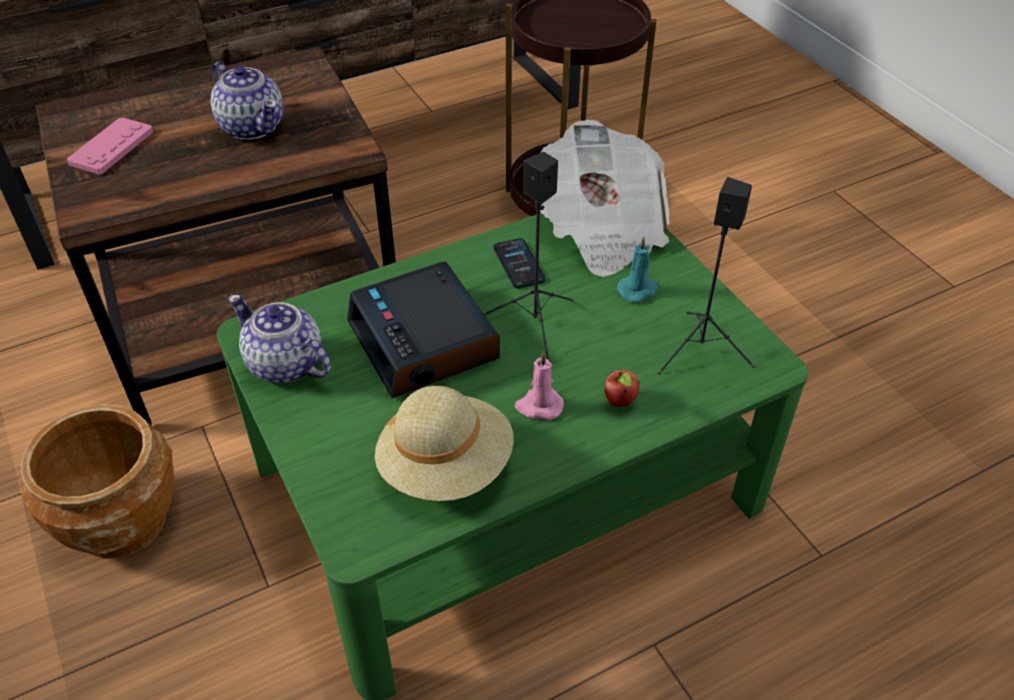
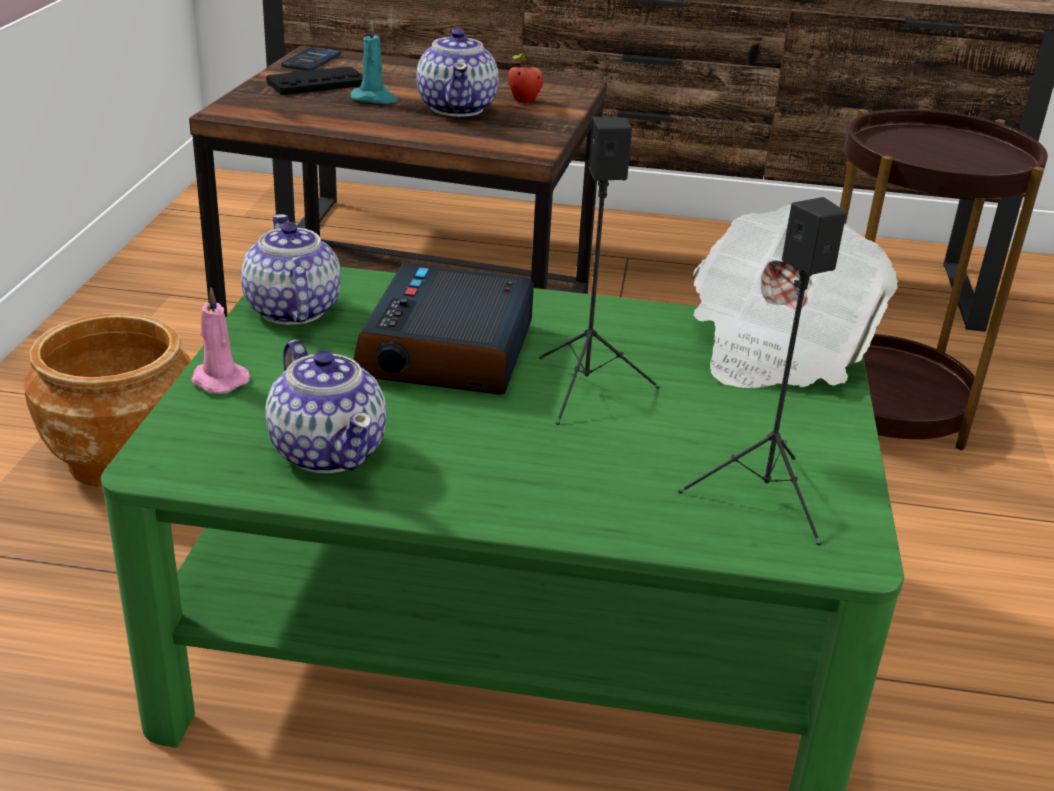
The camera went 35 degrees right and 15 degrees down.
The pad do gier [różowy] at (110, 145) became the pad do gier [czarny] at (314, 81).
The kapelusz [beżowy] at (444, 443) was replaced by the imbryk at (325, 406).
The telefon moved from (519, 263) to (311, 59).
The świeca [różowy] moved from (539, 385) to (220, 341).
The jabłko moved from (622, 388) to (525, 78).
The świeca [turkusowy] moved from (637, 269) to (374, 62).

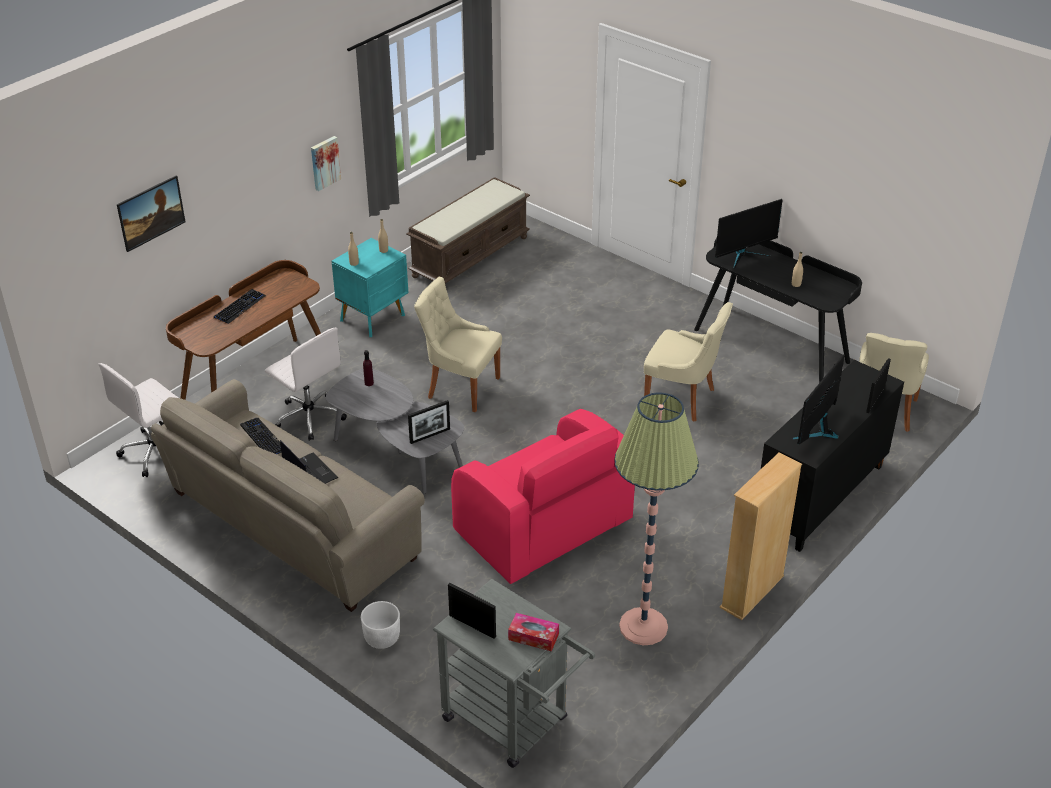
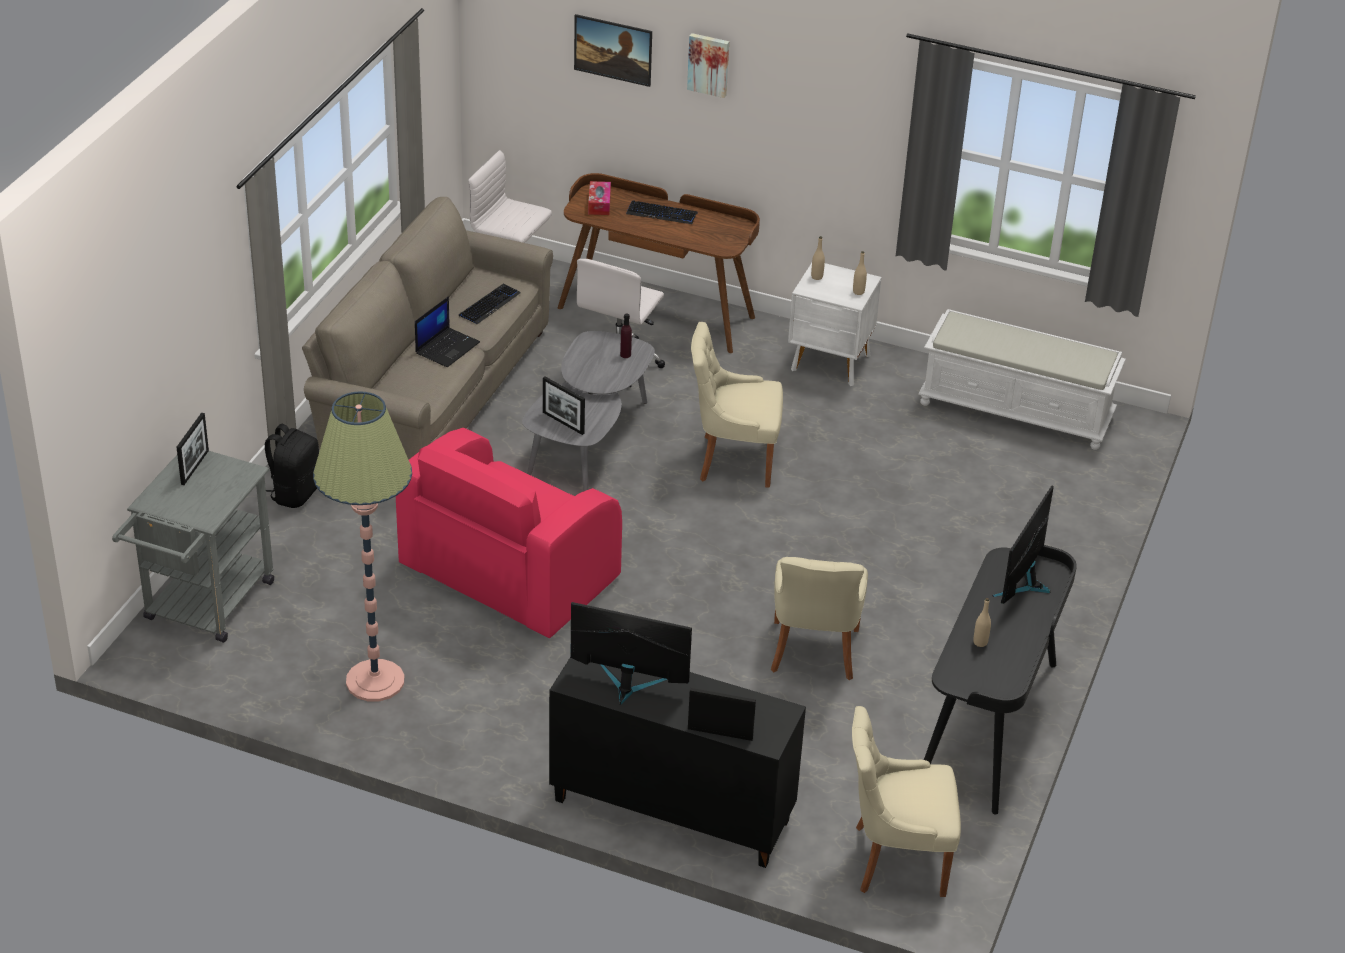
The camera went 70 degrees right and 0 degrees up.
The obraz moved from (326, 163) to (708, 65).
The szafka nocna [turkusowy] at (370, 287) became the szafka nocna [biały] at (835, 324).
The donica [biały] at (380, 625) was replaced by the plecak [czarny] at (292, 466).
The ławka [brązowy] at (468, 231) became the ławka [biały] at (1022, 379).
The krzesło [beżowy] at (458, 344) turned 90 degrees counterclockwise.
The pudełko chusteczek moved from (533, 632) to (599, 198).
The monitor at (749, 234) turned 75 degrees clockwise.
The regał [beżowy] at (761, 536) disappeared.

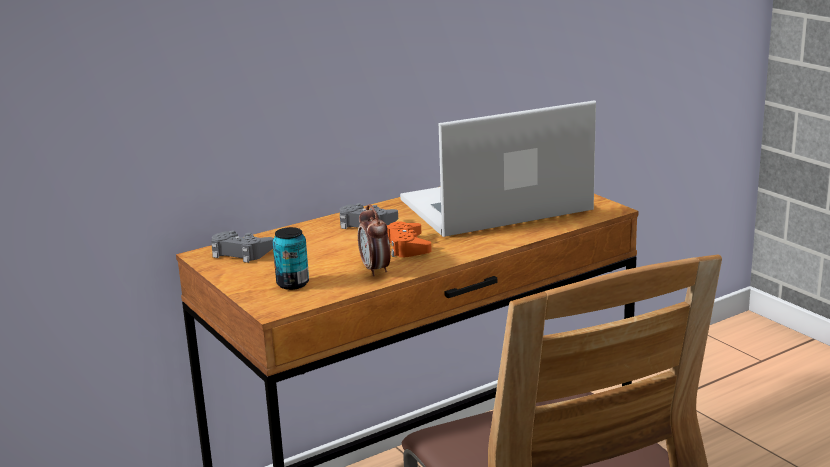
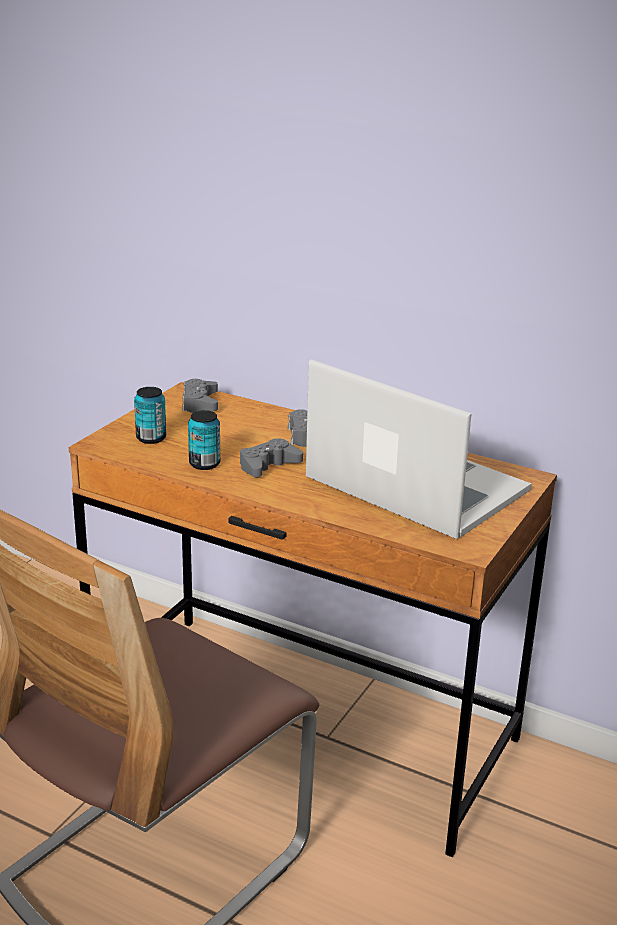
The camera went 60 degrees right and 5 degrees up.
The budzik at (374, 240) was replaced by the puszka at (204, 440).
The pad do gier [pomarańczowy] at (409, 239) became the pad do gier [szary] at (271, 457).

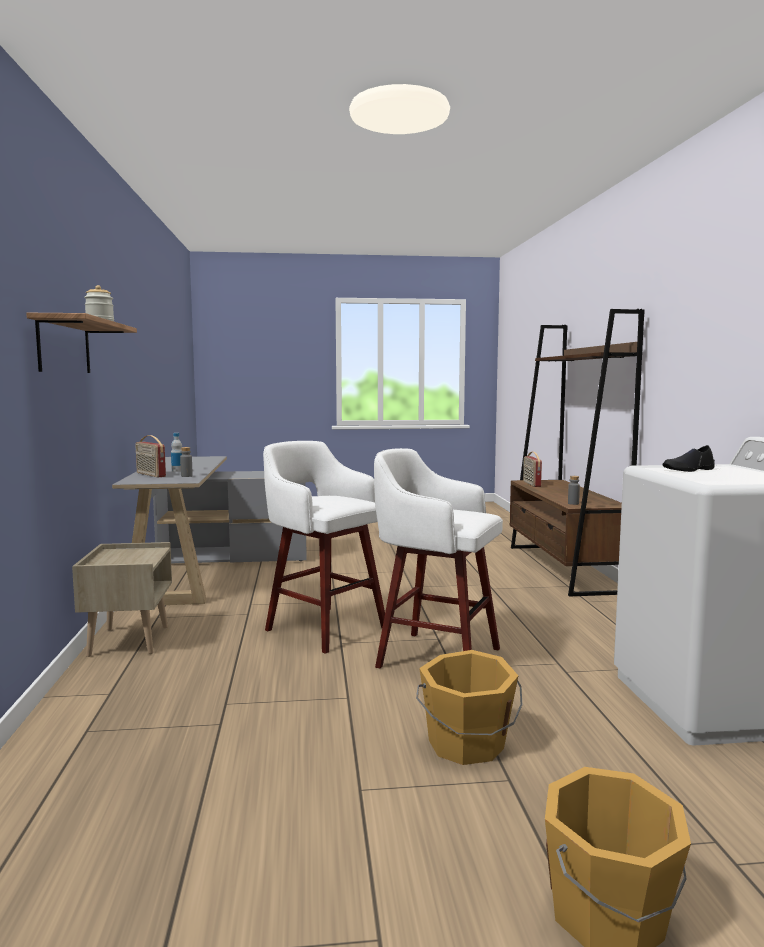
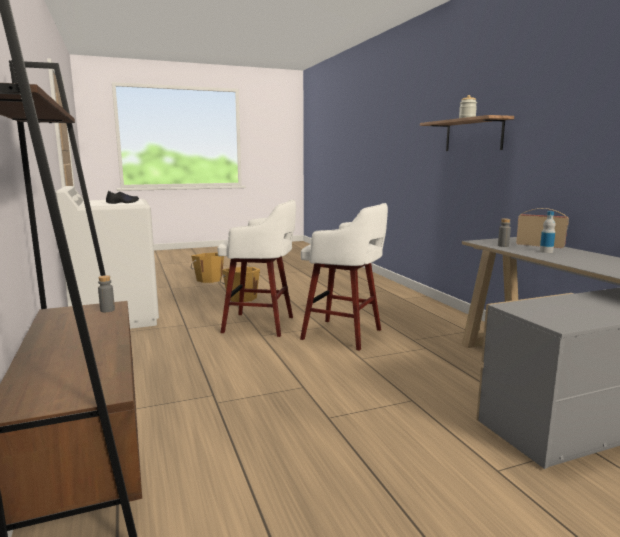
The camera went 165 degrees right and 5 degrees up.
The szafka nocna [beżowy] at (122, 599) disappeared.
The radio at (532, 469) disappeared.

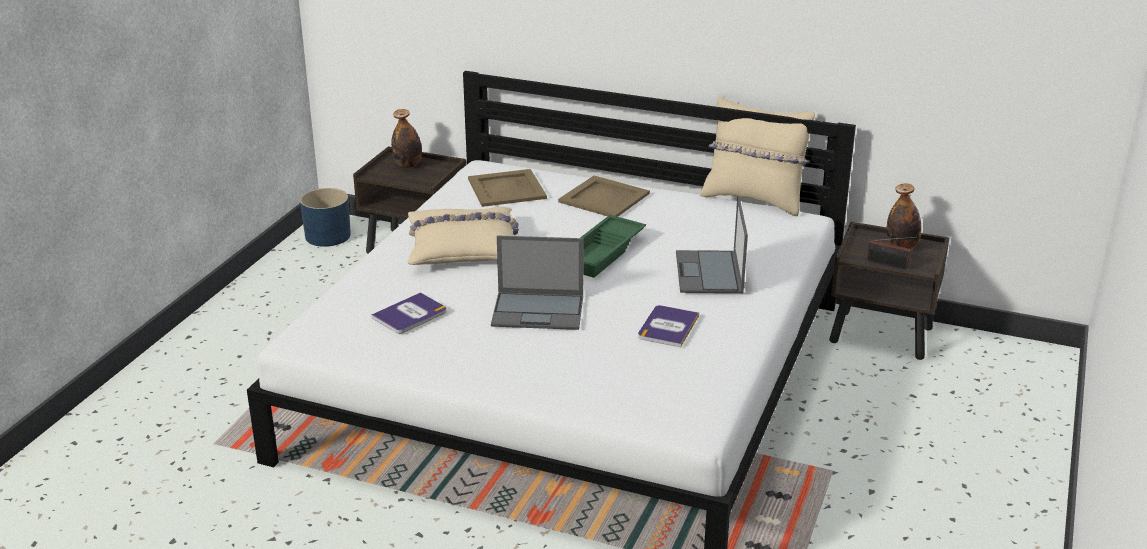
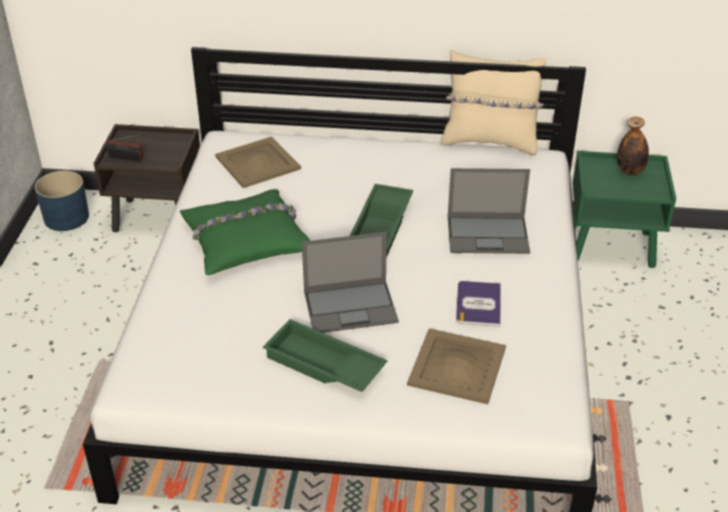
The camera went 15 degrees left and 10 degrees up.
The książka at (409, 313) disappeared.
The butelka at (406, 138) disappeared.
The poduszka [beżowy] at (463, 236) became the poduszka [zielony] at (245, 232).
The taca [beżowy] moved from (604, 196) to (456, 366).
The laptop at (712, 245) turned 75 degrees counterclockwise.
The szafka nocna [brązowy] at (889, 291) became the szafka nocna [zielony] at (624, 209).
The radio moved from (892, 253) to (124, 148).
The taca [zielony] at (325, 355) appeared.

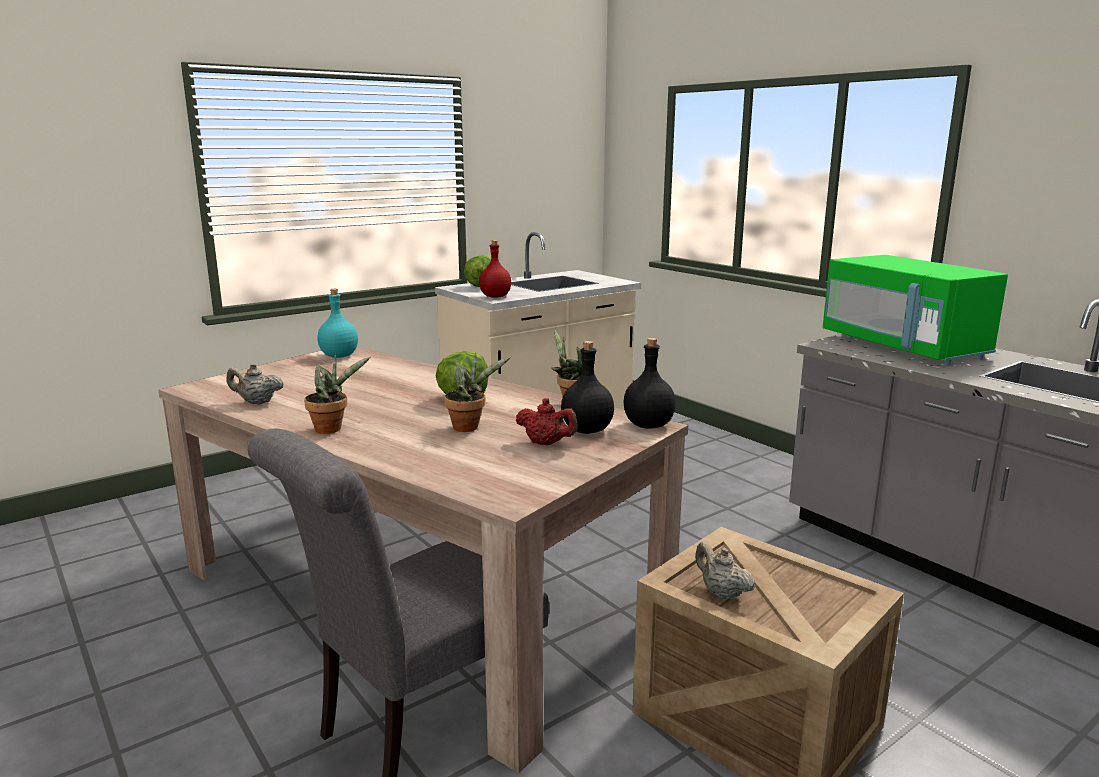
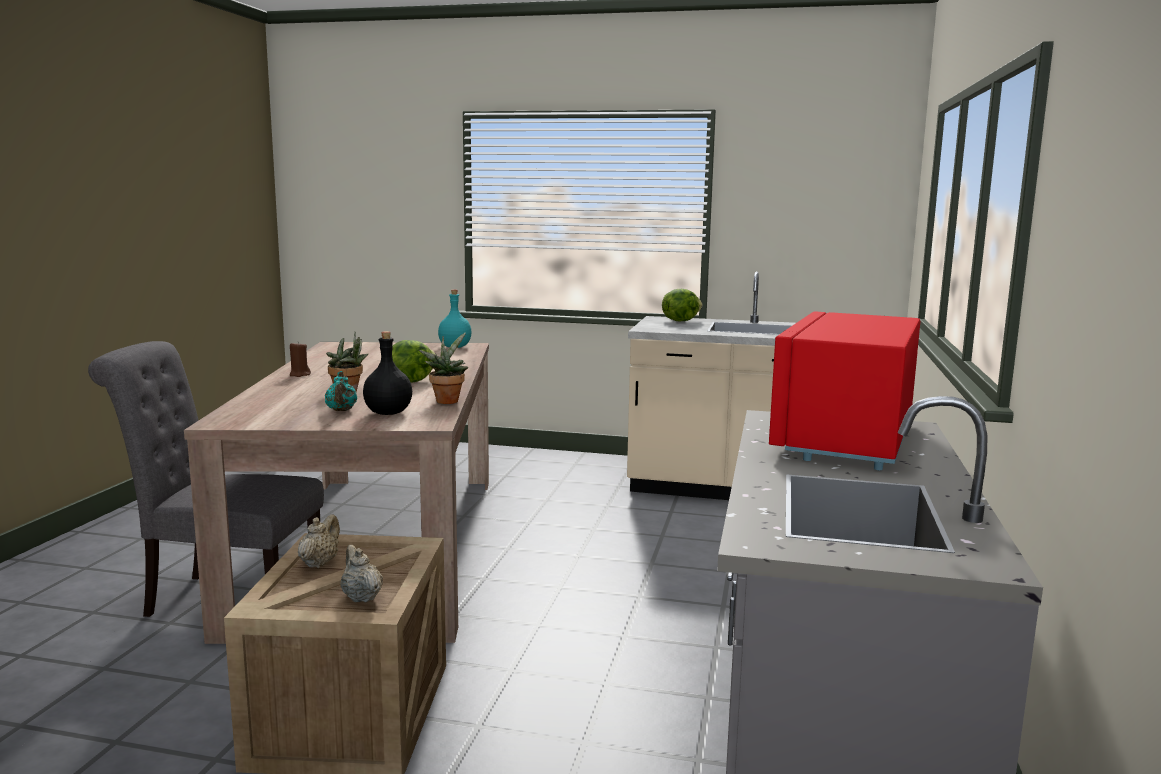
The camera went 50 degrees right and 5 degrees down.
The imbryk [beżowy] moved from (255, 384) to (361, 573).
The roślina doniczkowa at (337, 394) was replaced by the świeca [brązowy] at (300, 359).
The butelka [czerwony] at (495, 269) disappeared.
The imbryk [czerwony] at (546, 421) became the imbryk [turkusowy] at (341, 391).
The butelka [czarny] at (650, 383) disappeared.
The mikrofalówka [zielony] at (915, 310) became the mikrofalówka [czerwony] at (844, 390).

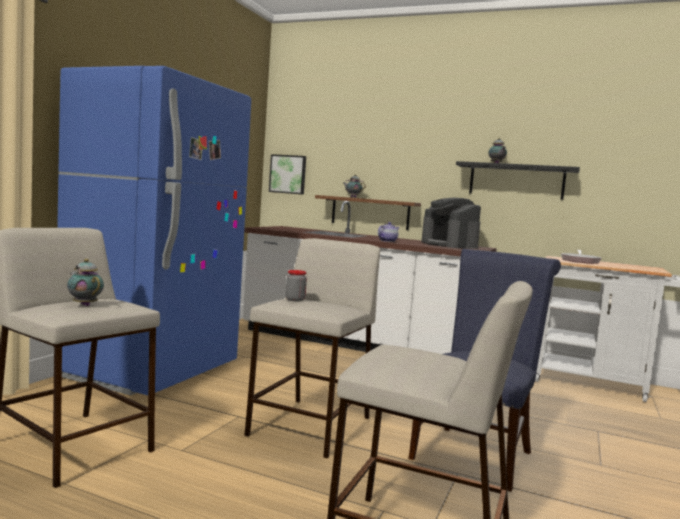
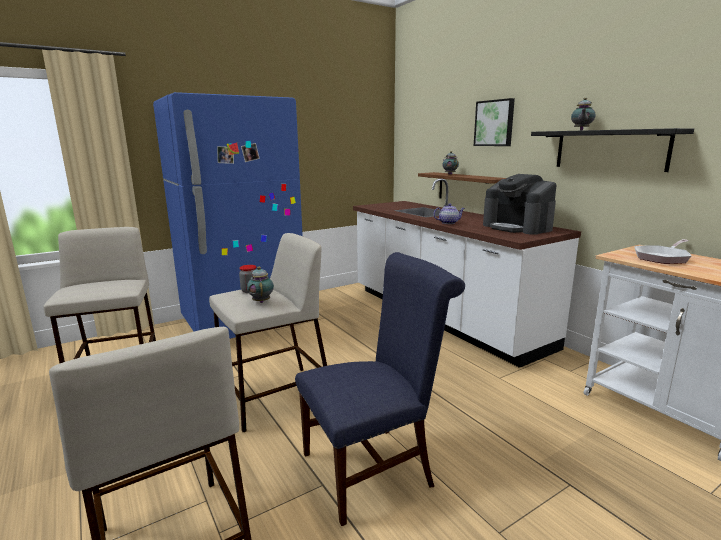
The camera went 35 degrees right and 10 degrees up.
The imbryk moved from (85, 282) to (260, 285).
The obraz moved from (287, 174) to (494, 122).
The ekspres do kawy at (451, 223) turned 45 degrees counterclockwise.

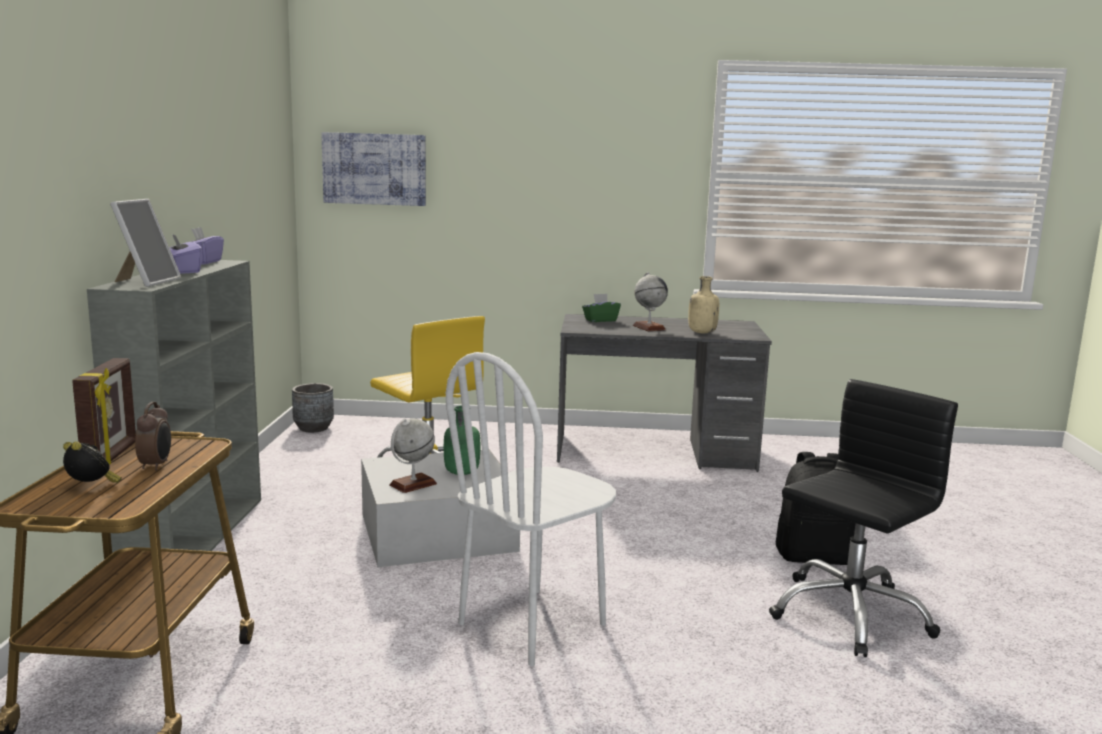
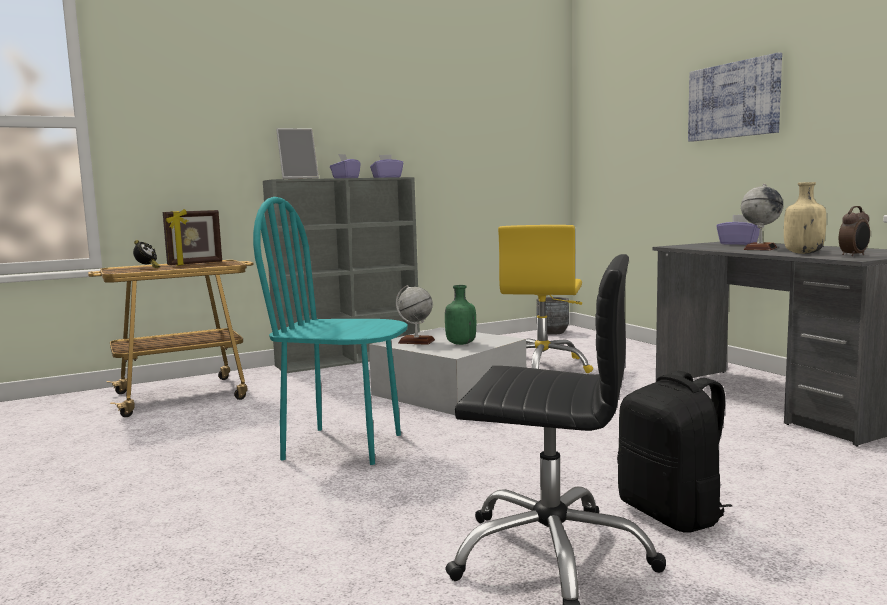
The camera went 60 degrees right and 5 degrees down.
The budzik moved from (153, 436) to (854, 231).
The obraz moved from (373, 169) to (735, 97).
The krzesło [biały] at (531, 509) became the krzesło [turkusowy] at (330, 331).
The pudełko chusteczek [zielony] at (601, 308) became the pudełko chusteczek [fioletowy] at (738, 230).

